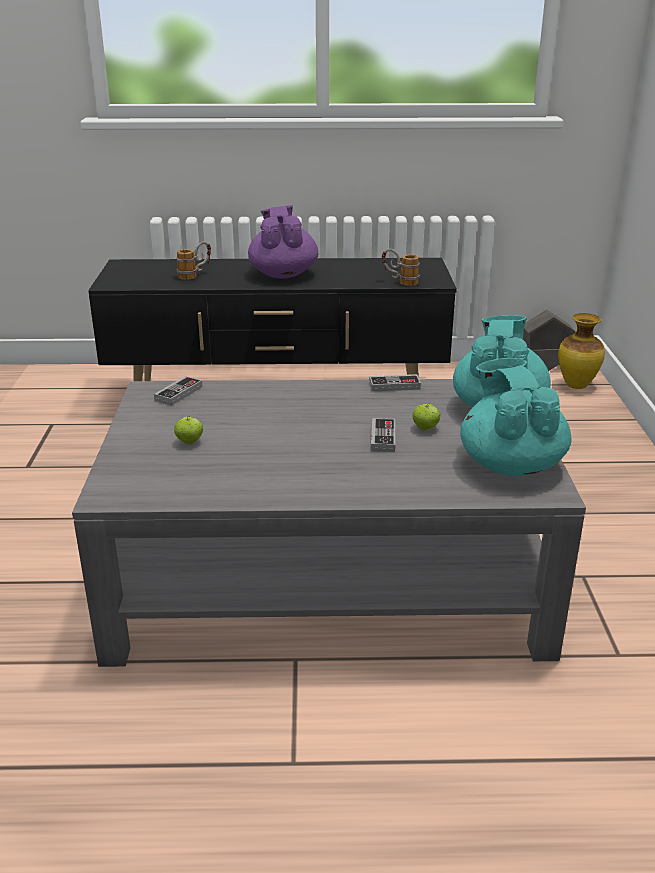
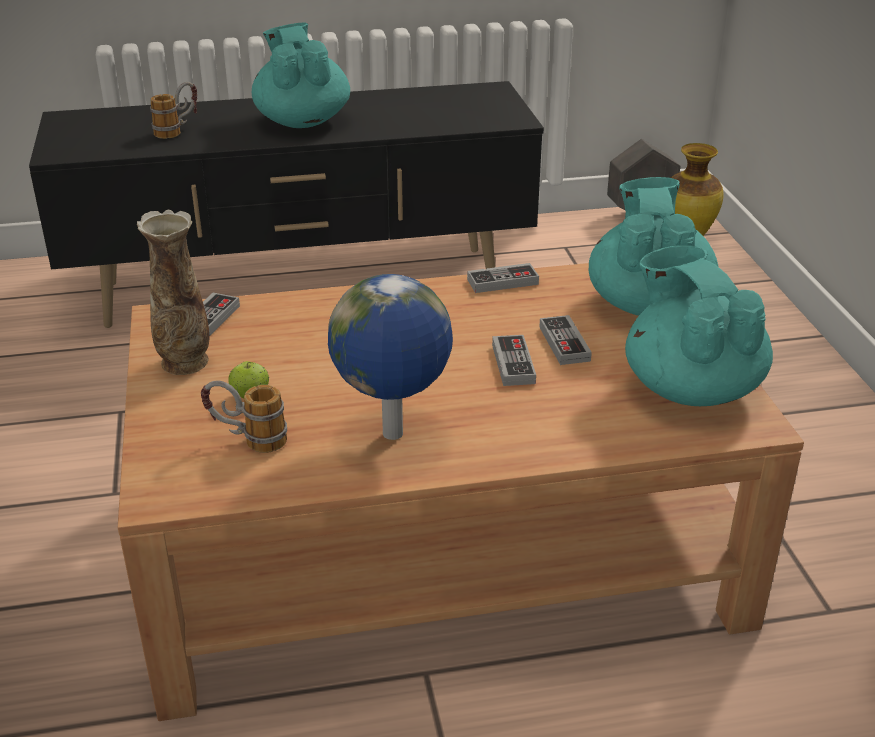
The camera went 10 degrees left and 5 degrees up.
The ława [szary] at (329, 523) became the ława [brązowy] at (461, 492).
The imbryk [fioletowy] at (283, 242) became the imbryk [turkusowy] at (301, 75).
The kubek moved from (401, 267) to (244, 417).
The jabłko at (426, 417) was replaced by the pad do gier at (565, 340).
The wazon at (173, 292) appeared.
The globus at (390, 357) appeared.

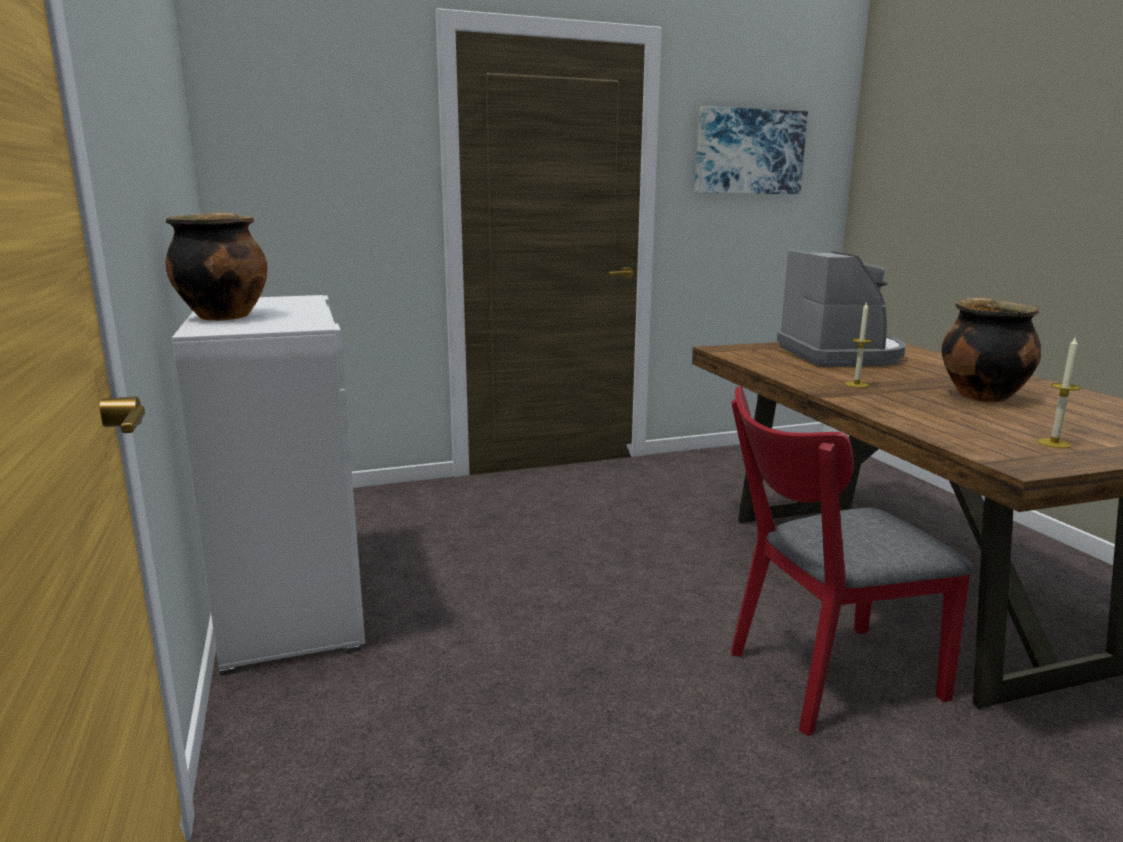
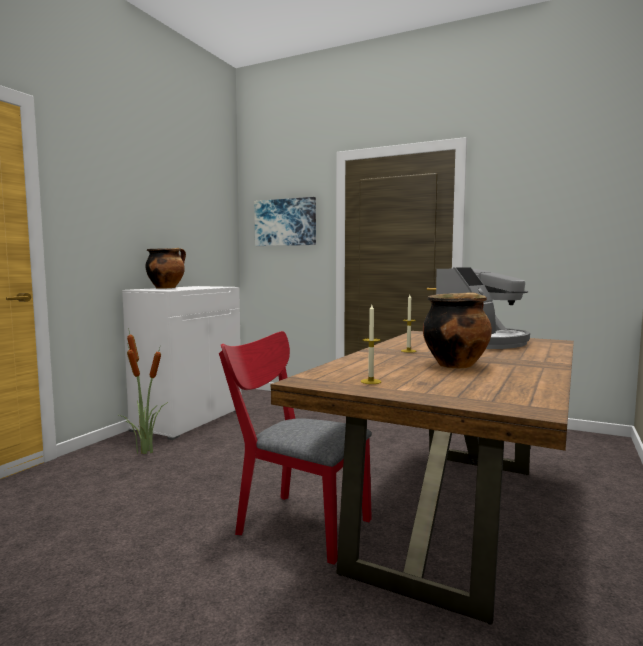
The camera went 45 degrees right and 10 degrees down.
The obraz moved from (751, 150) to (285, 221).
The roślina doniczkowa at (143, 391) appeared.

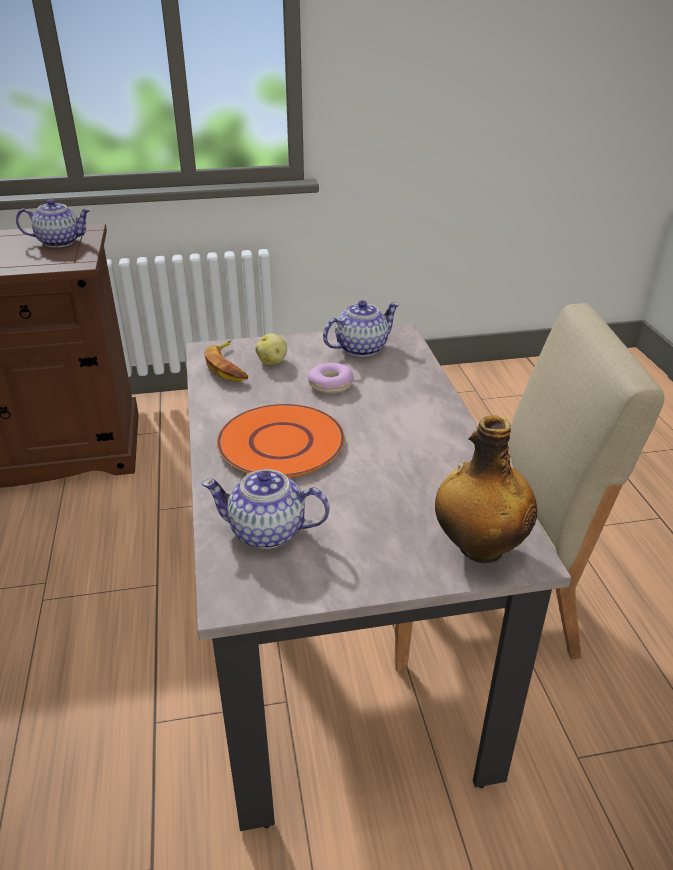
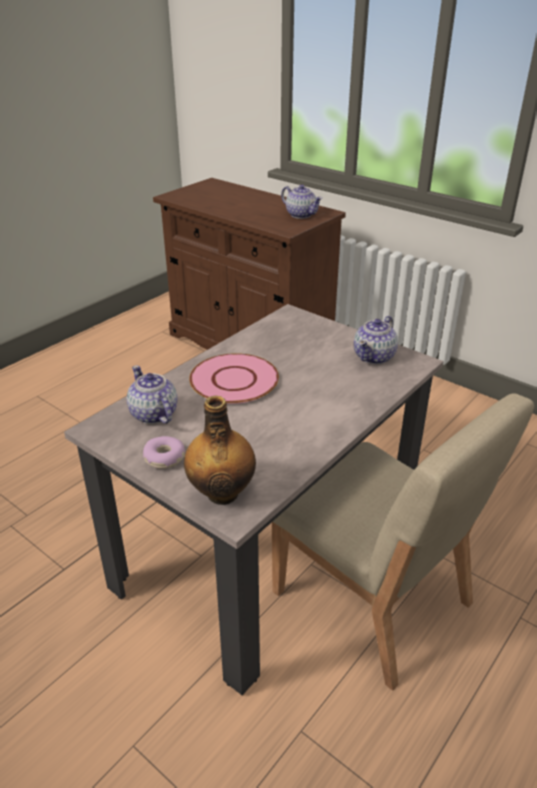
The camera went 50 degrees right and 0 degrees up.
The banan at (226, 361) disappeared.
The talerz [pomarańczowy] at (281, 441) became the talerz [różowy] at (234, 378).
The ziemniak at (271, 349) disappeared.
The donut moved from (331, 378) to (164, 452).
The imbryk at (361, 328) turned 105 degrees clockwise.

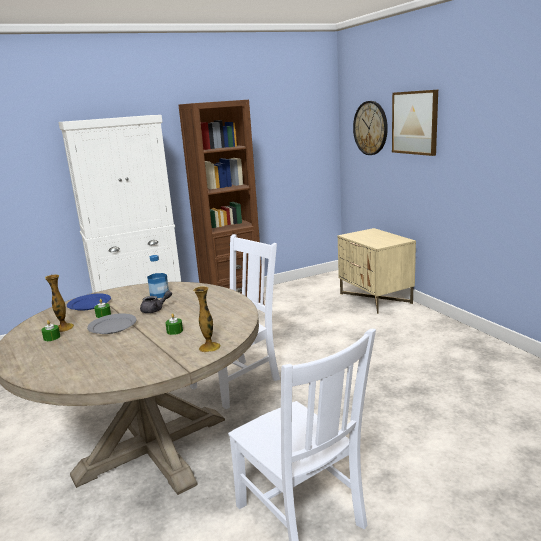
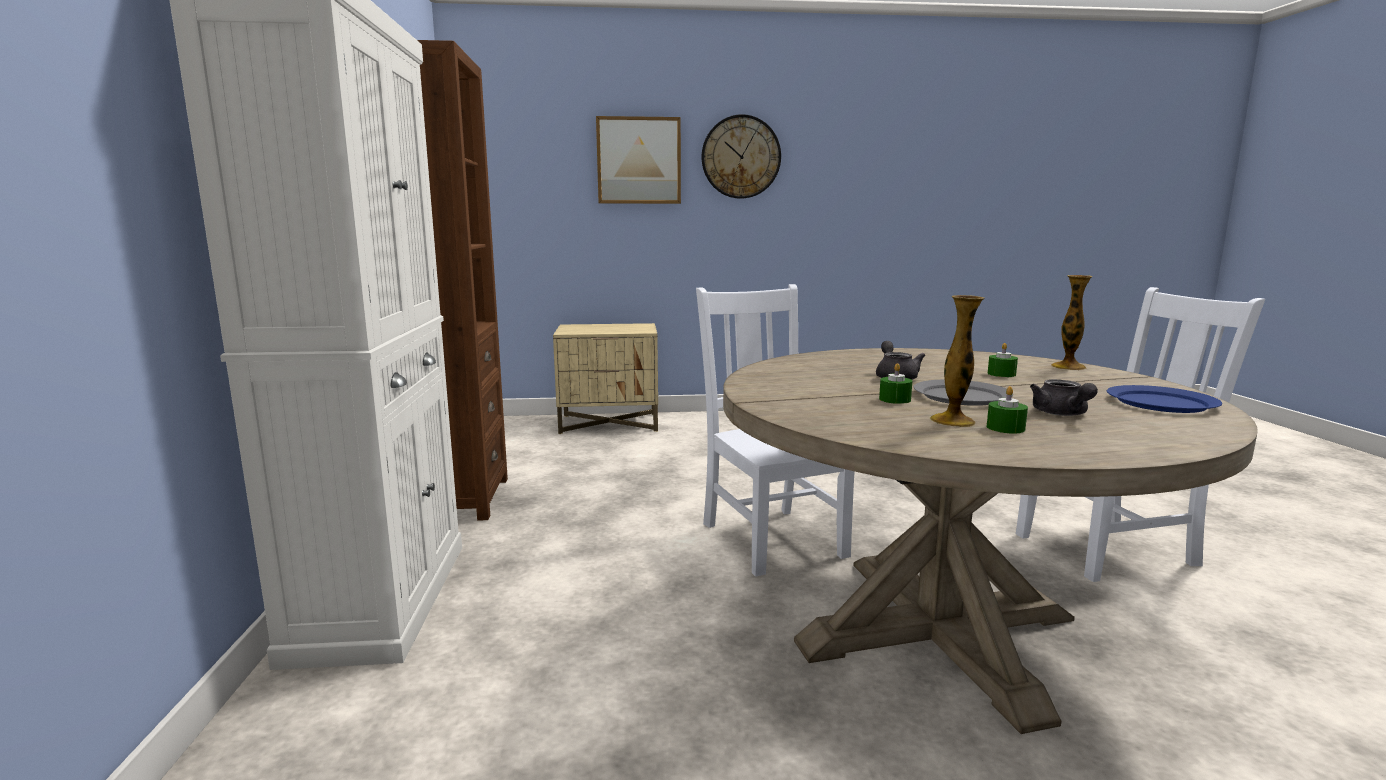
The camera went 70 degrees left and 5 degrees down.
The talerz [niebieski] moved from (89, 302) to (1164, 399).
The butelka at (158, 276) disappeared.
The zegar ścienny moved from (370, 128) to (741, 156).
The imbryk [szary] at (1064, 397) appeared.

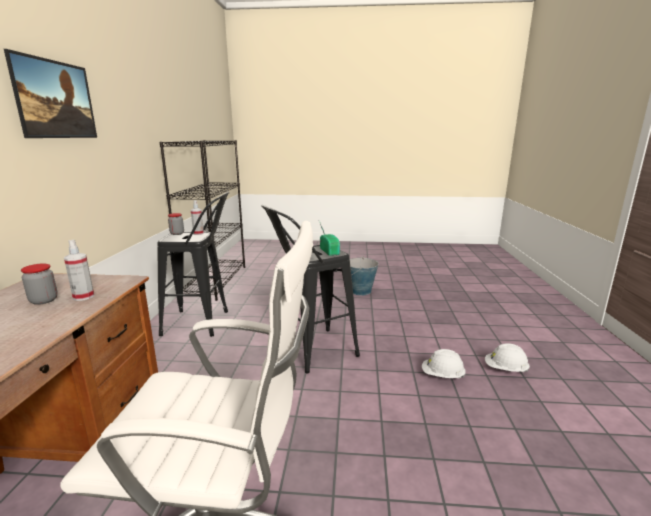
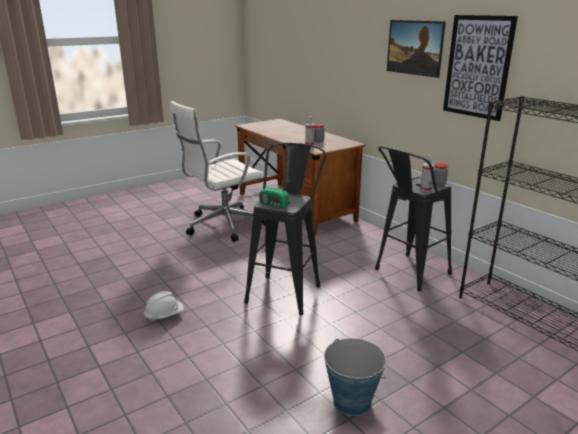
The camera went 140 degrees right and 5 degrees up.
The kask [biały] at (507, 357) disappeared.
The obraz at (480, 68) appeared.

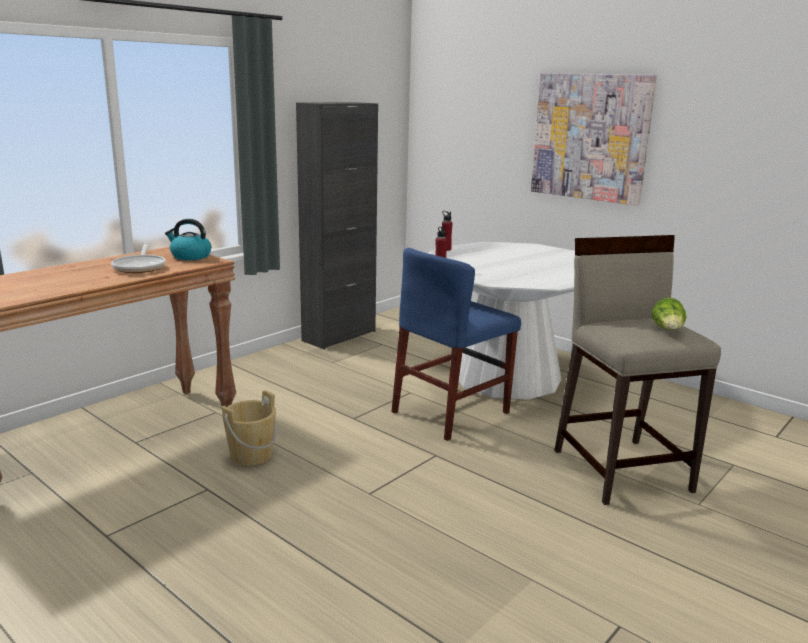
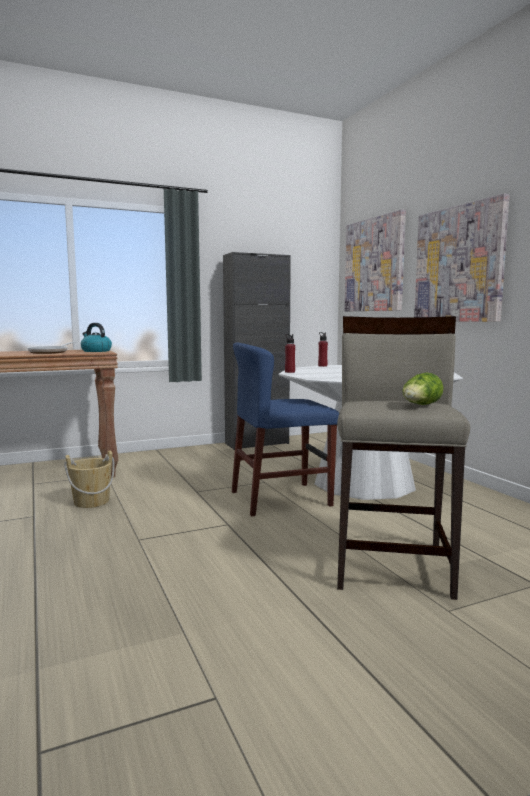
The camera went 25 degrees right and 10 degrees down.
The obraz at (375, 260) appeared.

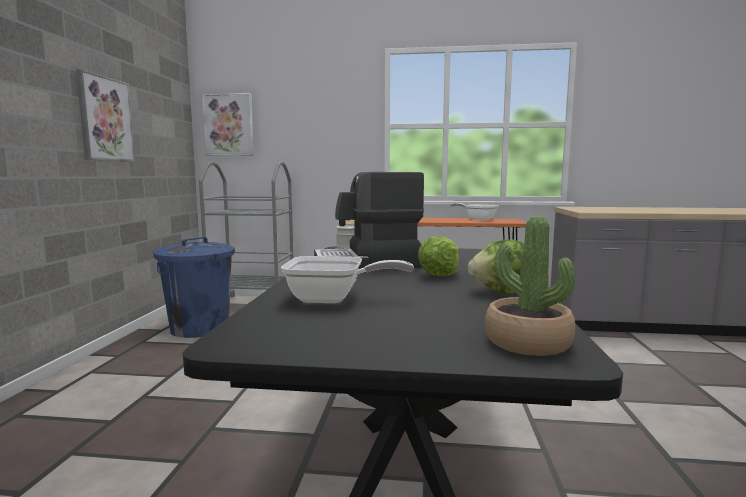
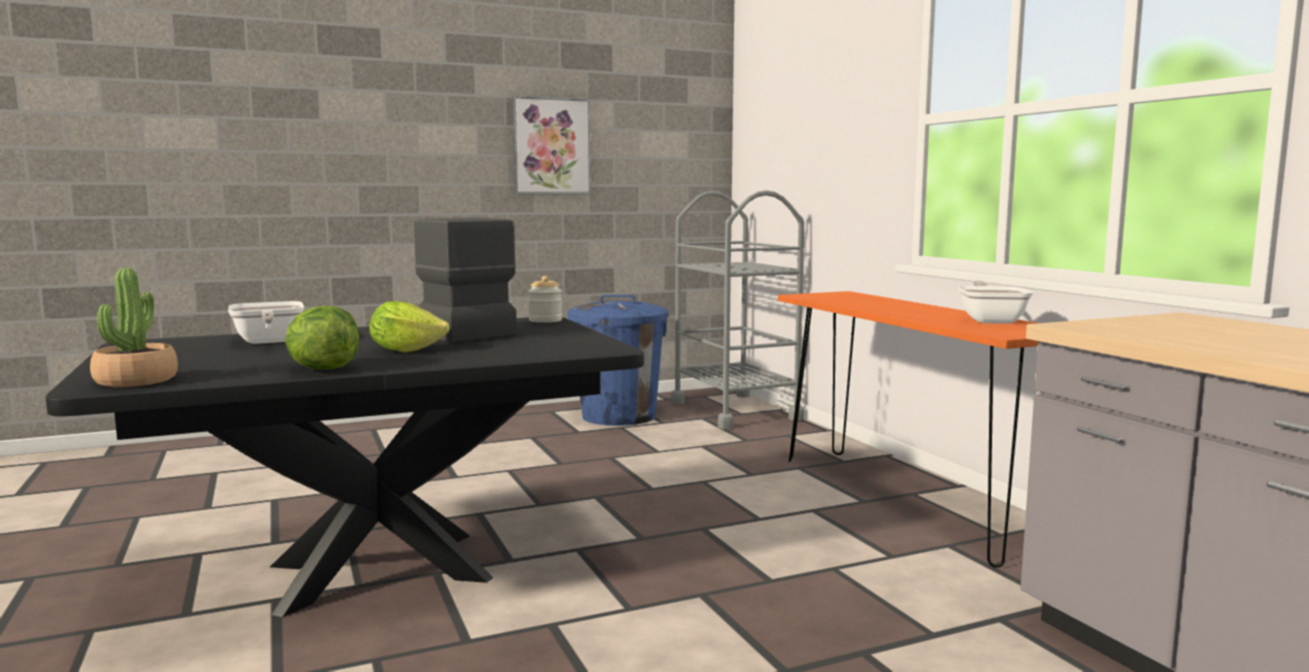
The camera went 60 degrees right and 0 degrees up.
The obraz at (228, 124) disappeared.

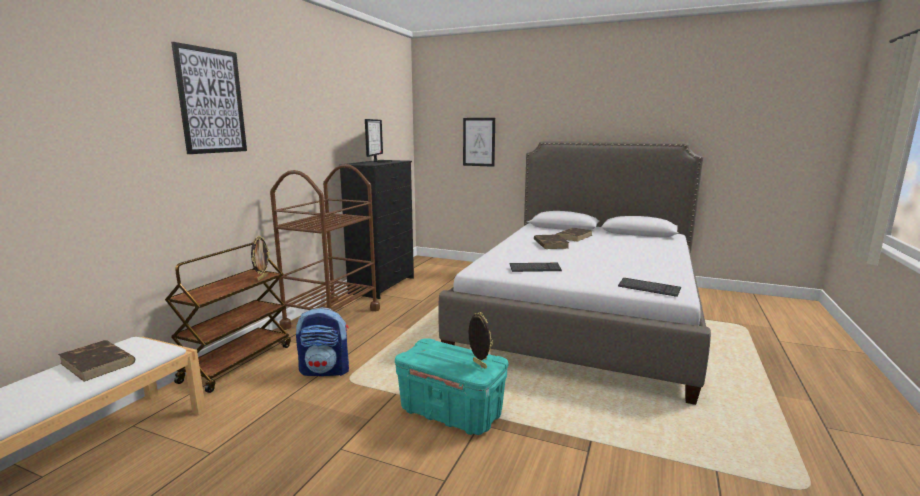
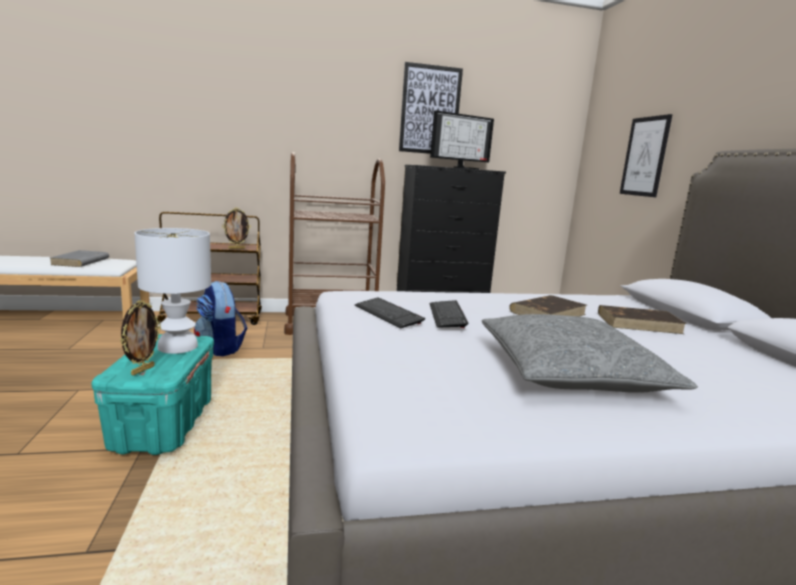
The camera went 55 degrees right and 0 degrees up.
The książka [brązowy] at (96, 361) became the książka [szary] at (79, 258).
The obraz moved from (209, 98) to (431, 108).
The klawiatura moved from (649, 287) to (448, 314).
The lampa stołowa [biały] at (172, 291) appeared.
The poduszka [szary] at (590, 353) appeared.

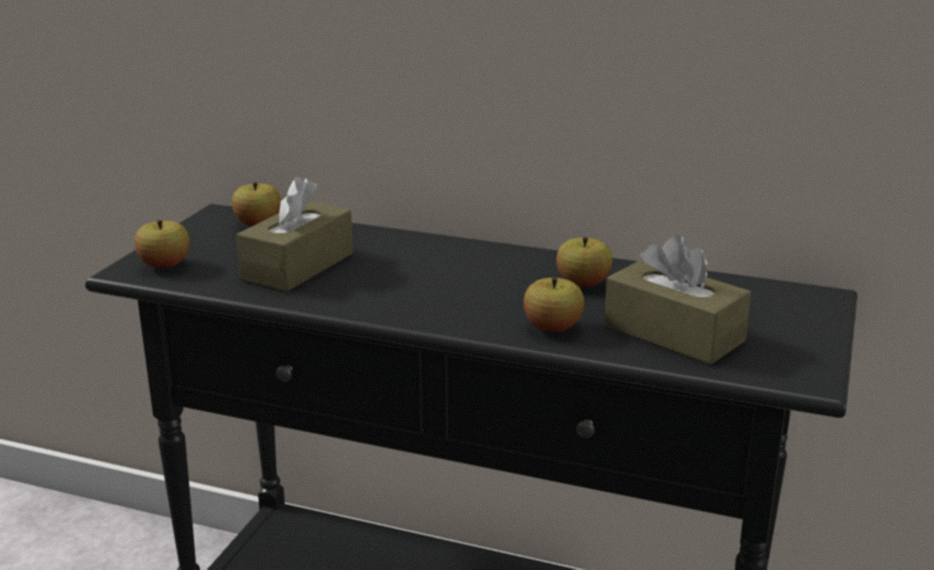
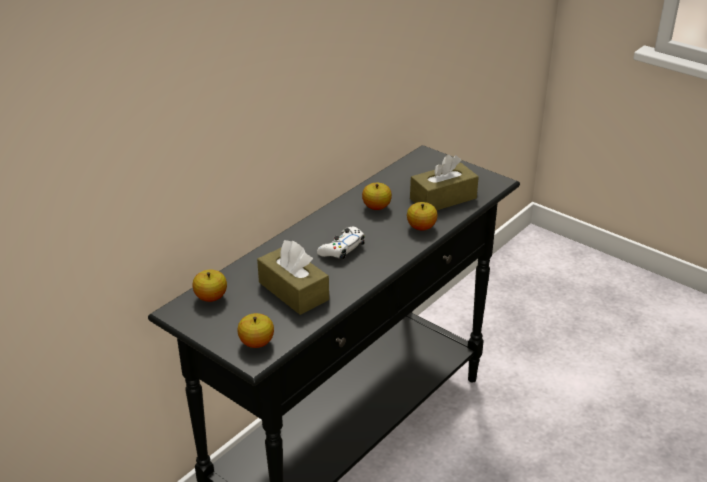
The camera went 70 degrees left and 10 degrees up.
The pad do gier [biały] at (341, 242) appeared.

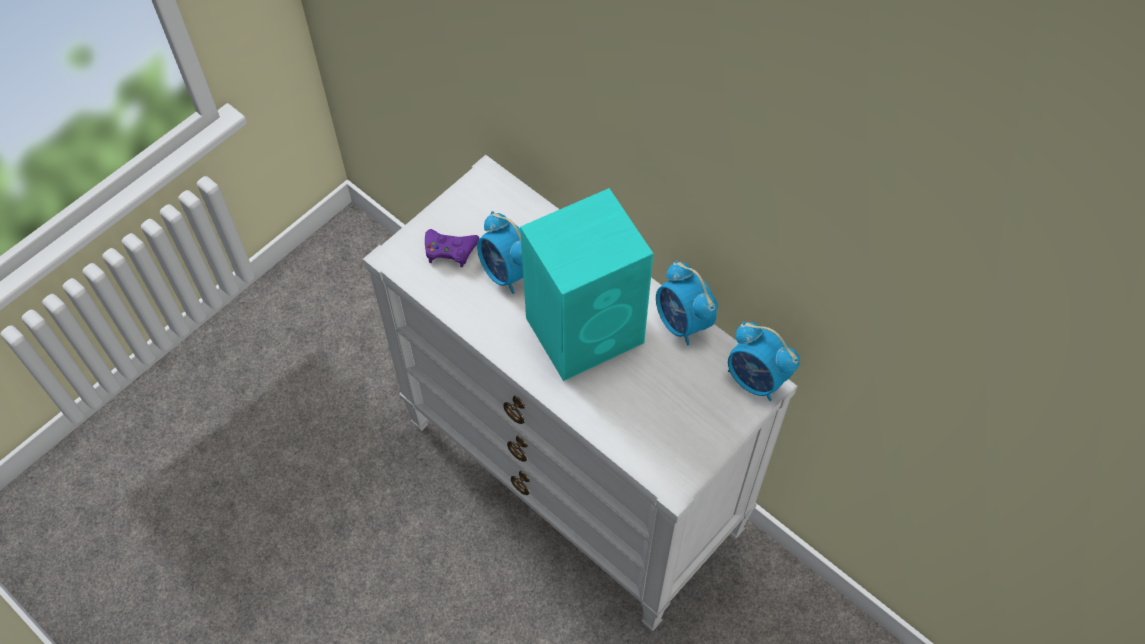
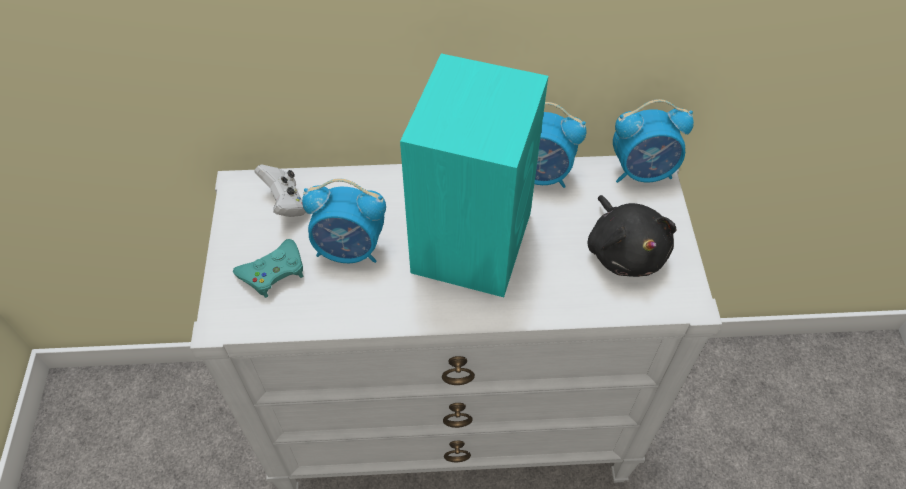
The camera went 45 degrees left and 5 degrees down.
The pad do gier [fioletowy] at (452, 248) became the pad do gier [turkusowy] at (268, 268).
The pad do gier [biały] at (281, 191) appeared.
The pluszak [czarny] at (632, 236) appeared.

